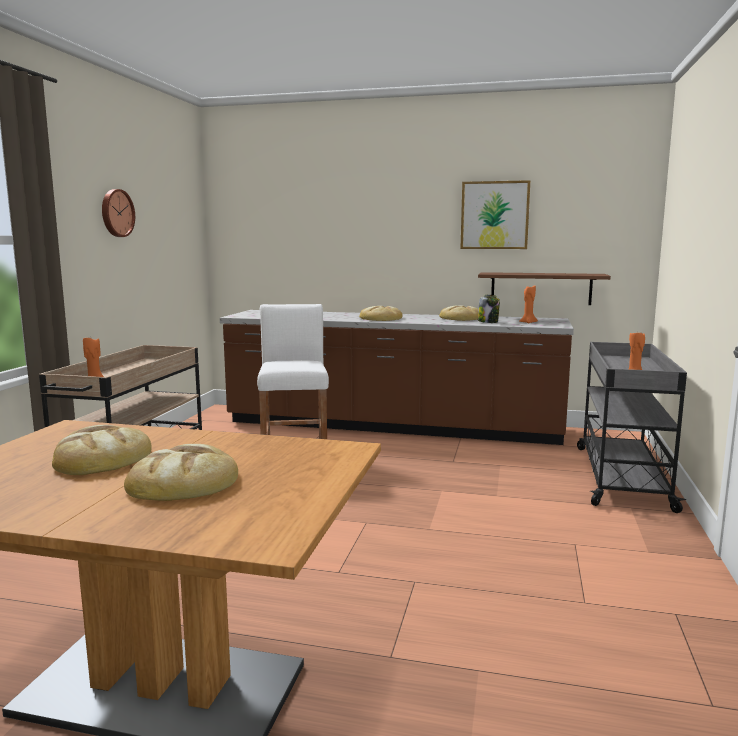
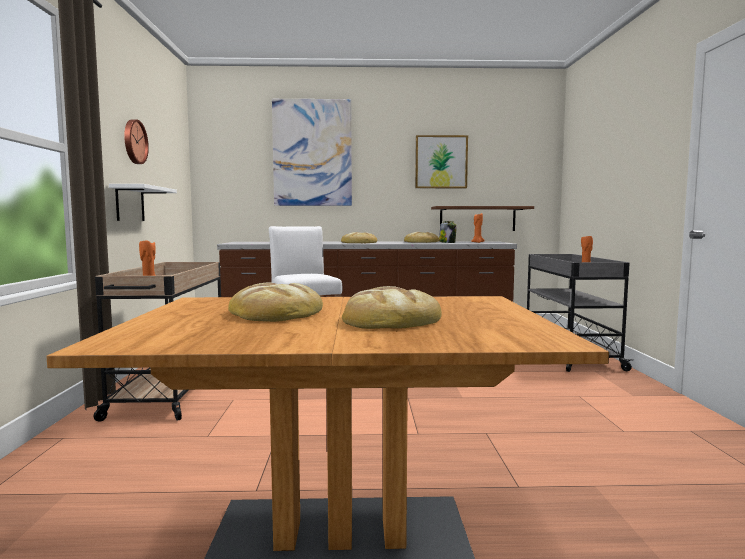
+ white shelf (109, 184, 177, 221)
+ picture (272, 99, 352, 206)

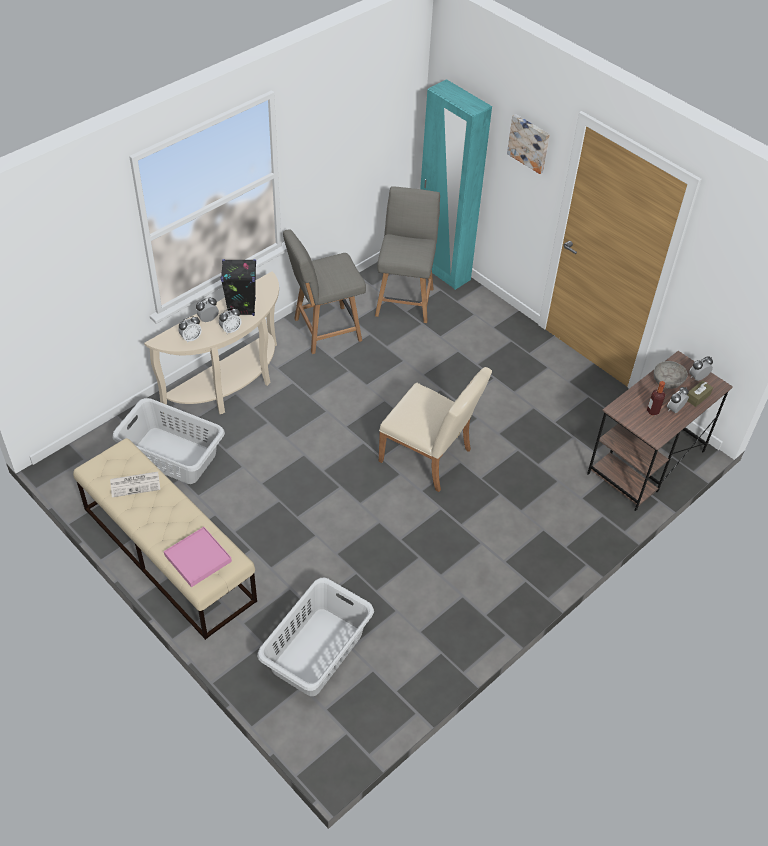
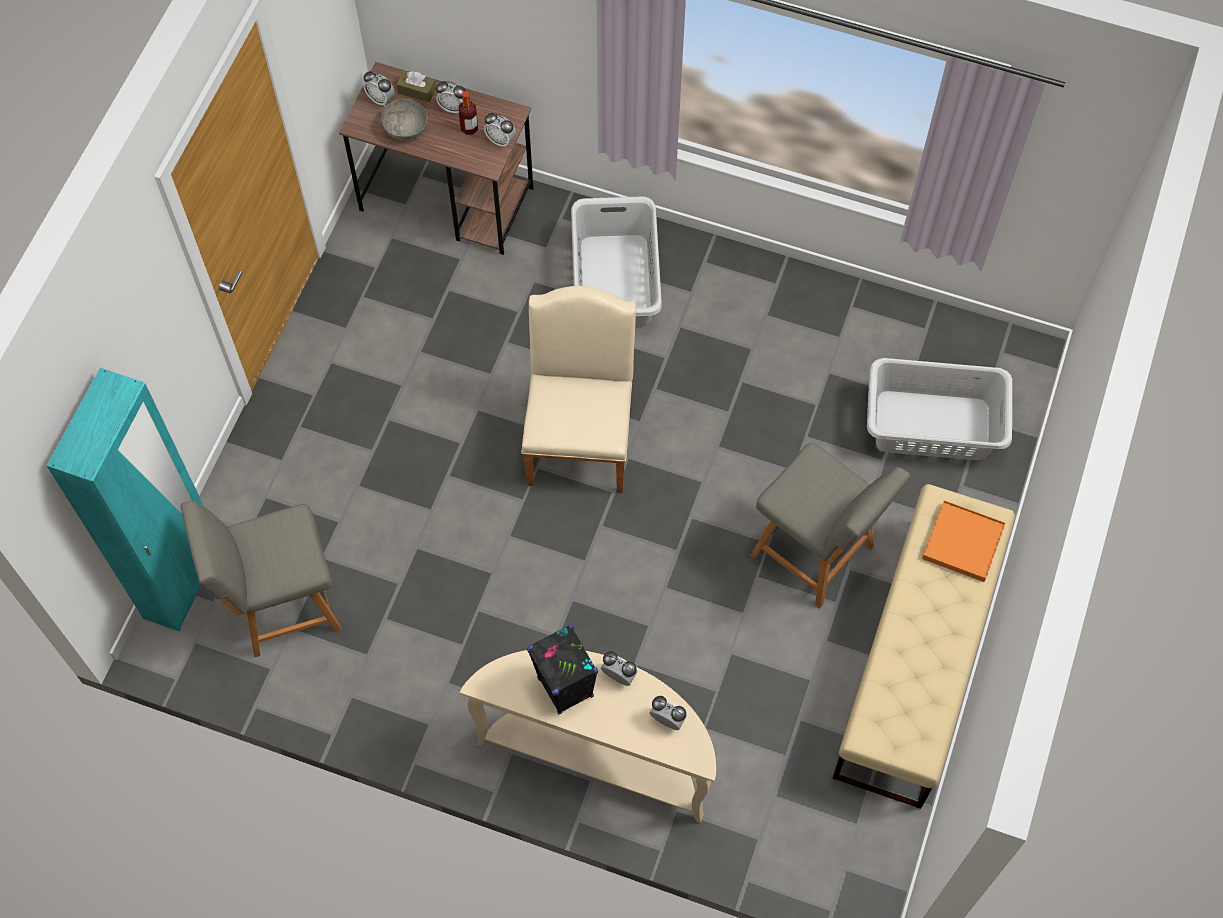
- newspaper (110, 472, 160, 498)
~ grey laundry basket (113, 398, 225, 484) to (571, 196, 662, 327)
~ pink tray (164, 527, 232, 587) to orange tray (922, 500, 1006, 582)
~ alarm clock (196, 297, 219, 322) to (484, 113, 516, 148)
~ grey chair (283, 229, 366, 354) to (751, 443, 910, 609)
- picture (507, 114, 550, 174)

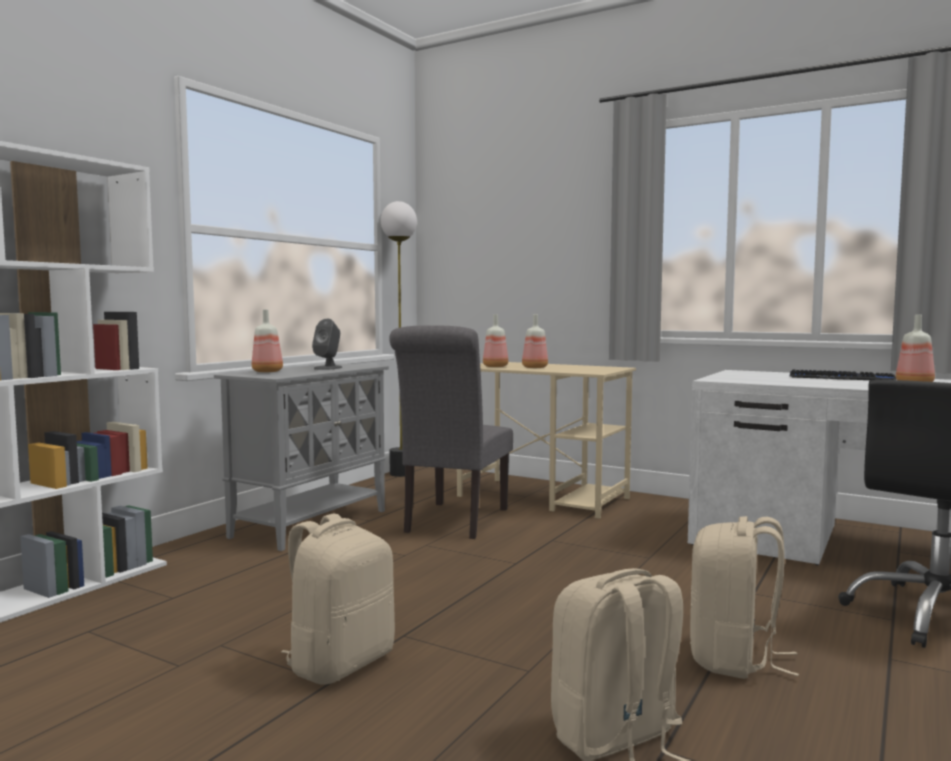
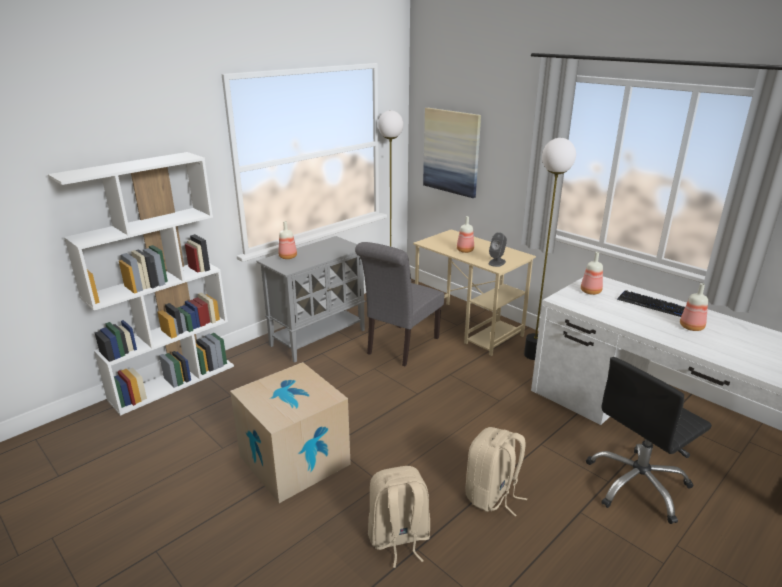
~ beige backpack (281, 513, 395, 685) to cardboard box (230, 362, 351, 503)
~ grey speaker (312, 319, 342, 370) to (488, 232, 507, 267)
~ bottle (483, 314, 508, 367) to (581, 252, 603, 295)
+ picture (423, 108, 481, 198)
+ floor lamp (524, 138, 576, 360)

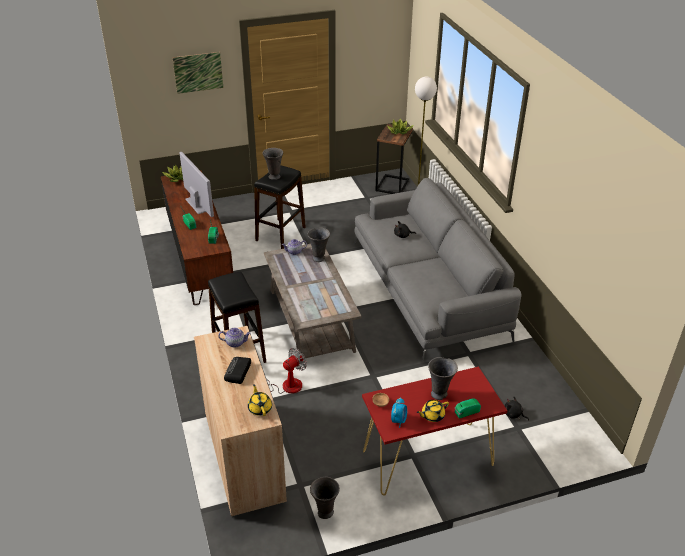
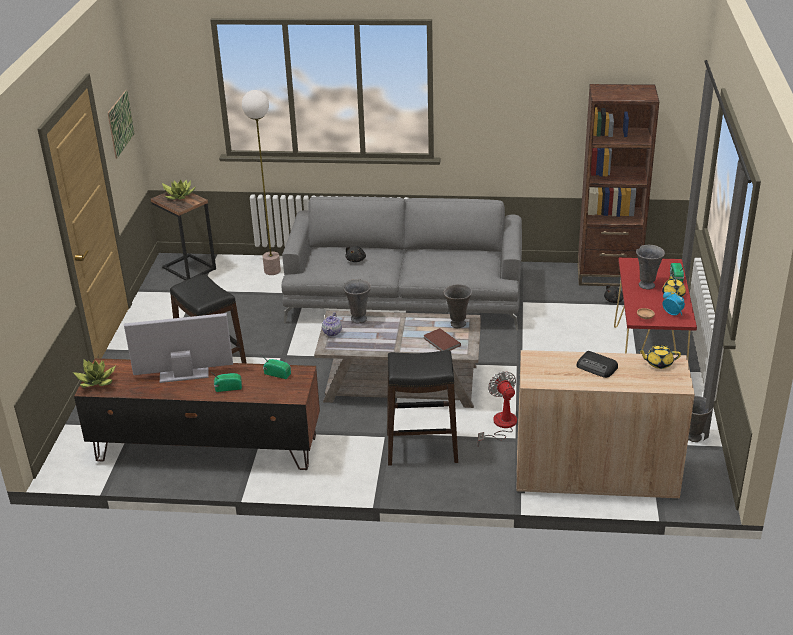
~ picture (172, 52, 223, 94) to (108, 90, 135, 159)
- teapot (218, 328, 251, 348)
~ grey vase (262, 148, 283, 180) to (443, 284, 472, 328)
+ brown book (423, 328, 461, 351)
+ brown bookcase (577, 84, 659, 287)

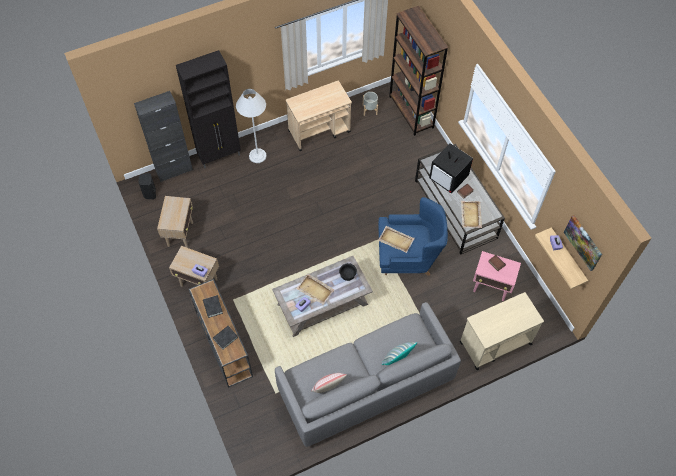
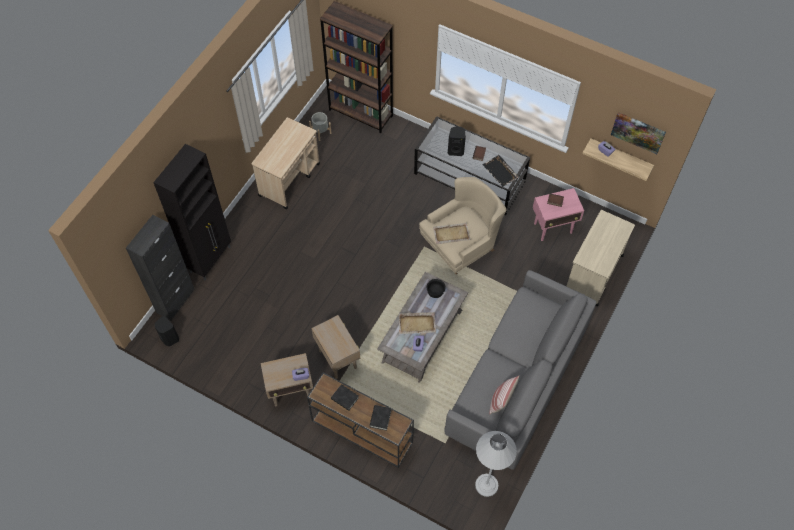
~ beige side table (157, 196, 193, 248) to (311, 315, 360, 379)
~ white floor lamp (236, 89, 266, 163) to (475, 431, 517, 497)
~ blue armchair (378, 197, 448, 275) to beige armchair (419, 177, 507, 274)
- pillow (382, 342, 417, 365)
~ television (429, 143, 473, 194) to black speaker (448, 127, 466, 156)
~ beige tray (461, 201, 482, 228) to black tray (482, 155, 519, 187)

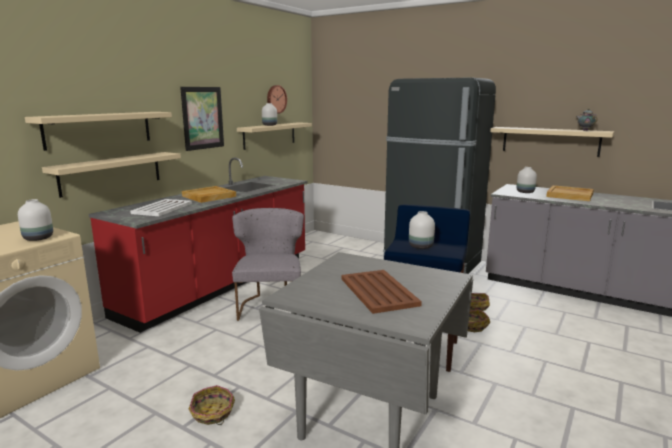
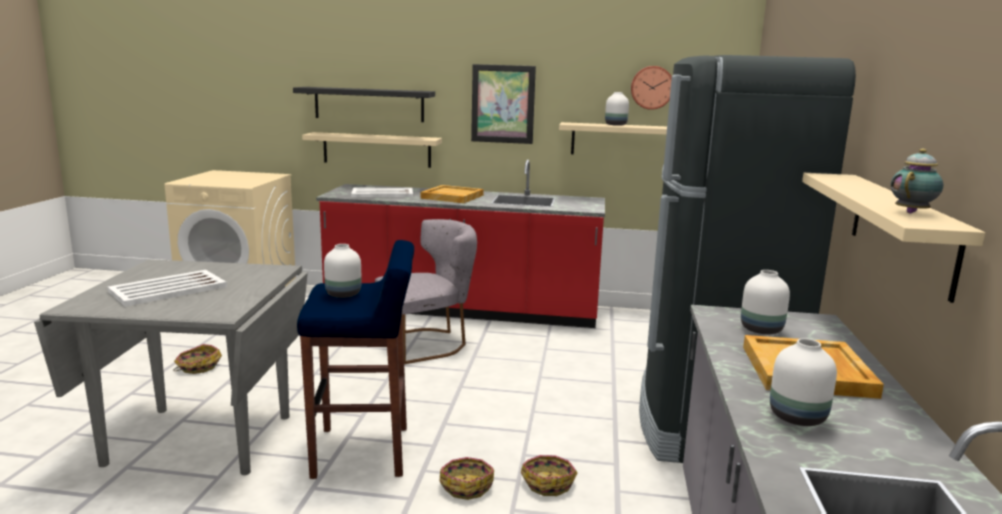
~ white vase (18, 199, 53, 241) to (770, 338, 837, 426)
~ beige shelf (25, 112, 172, 151) to black shelf (293, 87, 435, 122)
~ brown tray (341, 270, 422, 314) to white tray (107, 270, 227, 307)

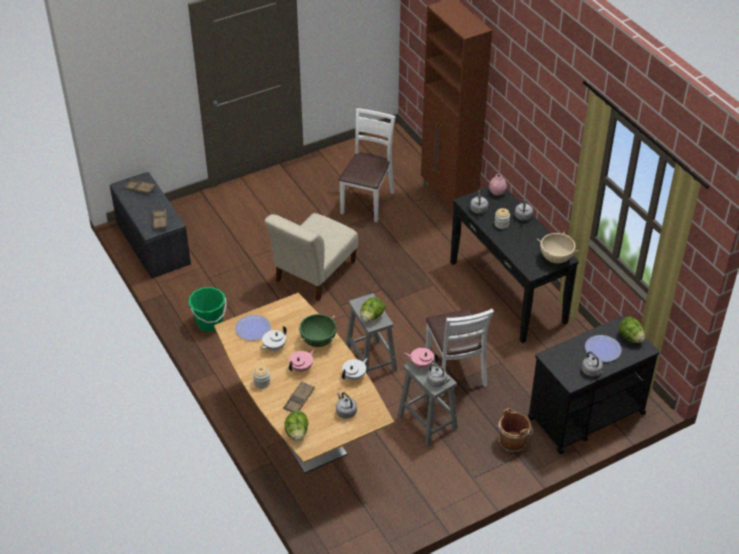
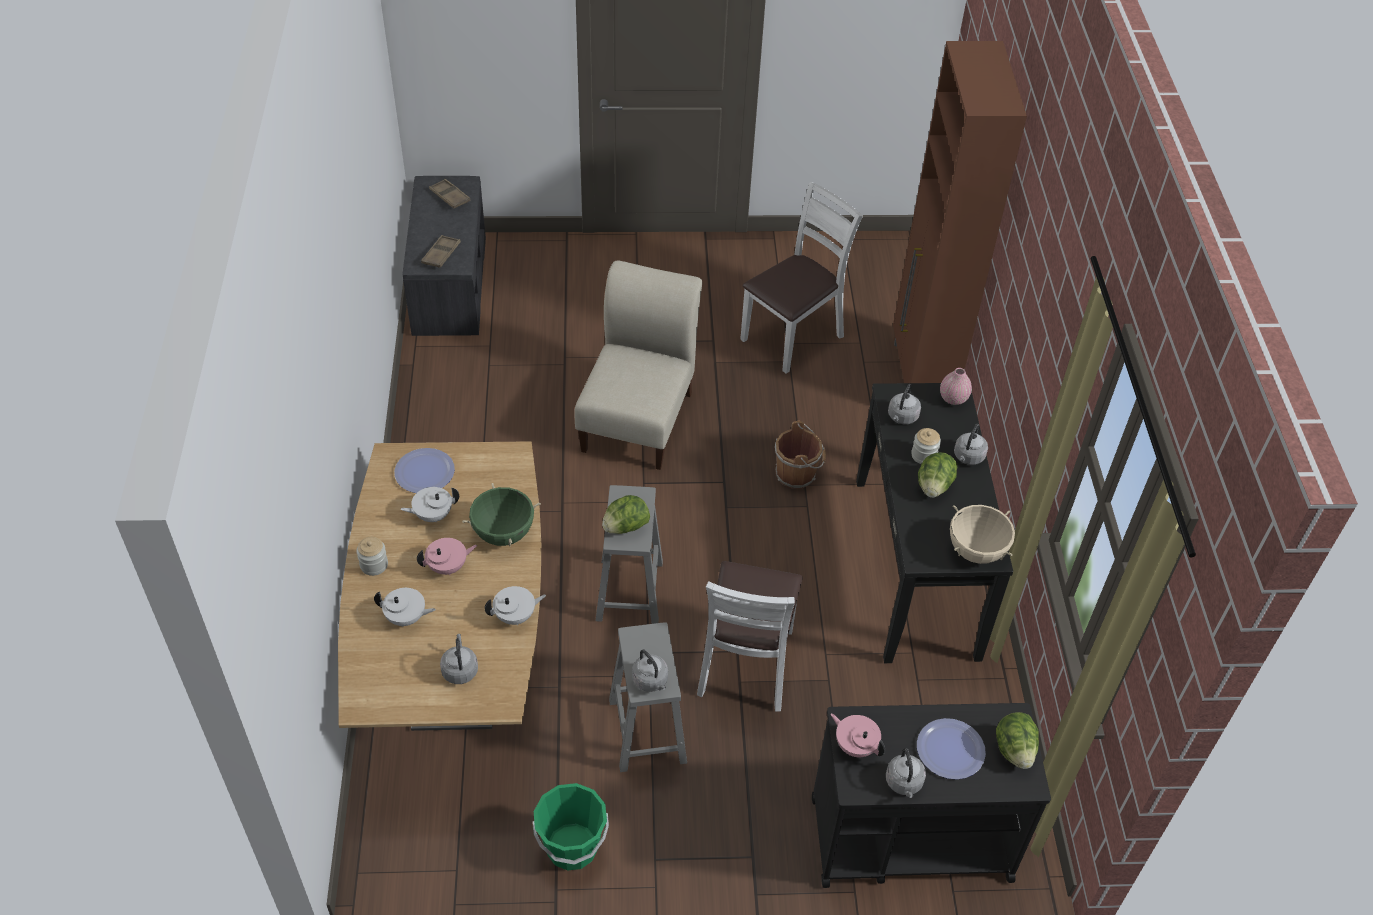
~ green bucket (189, 287, 227, 332) to (533, 783, 609, 871)
~ beige chair (265, 213, 358, 301) = (574, 260, 702, 470) 135 degrees clockwise
~ brown tray (283, 381, 315, 412) to white teapot (374, 588, 436, 627)
~ lettuce (285, 411, 309, 442) to (918, 452, 957, 498)
~ pink teapot (405, 348, 439, 368) to (831, 713, 885, 757)
~ brown bucket (497, 408, 533, 453) to (775, 421, 826, 489)

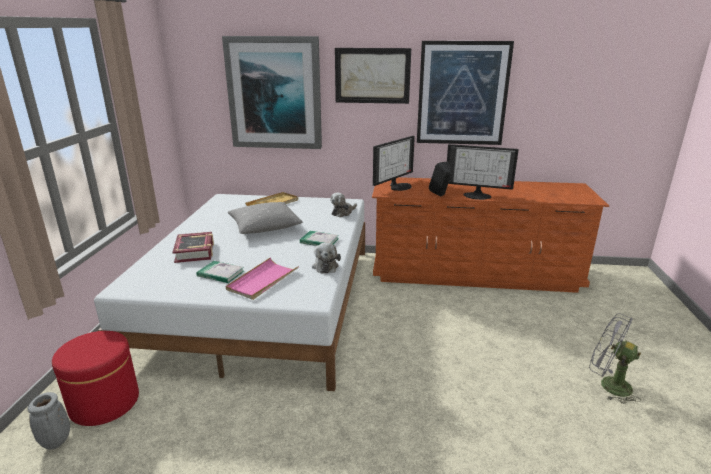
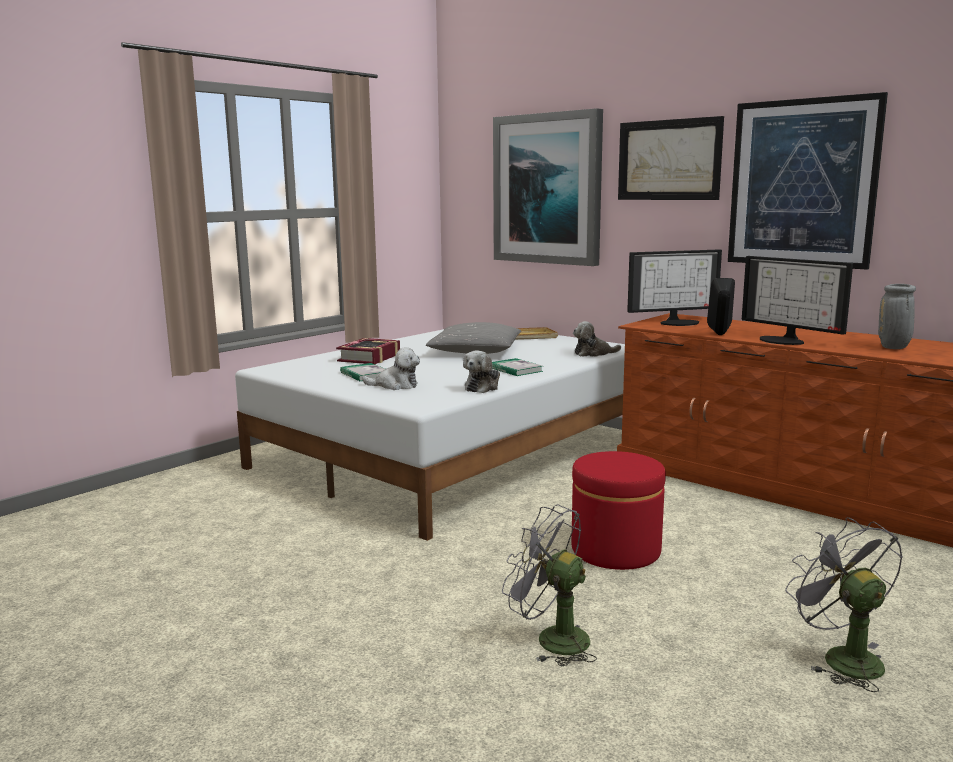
~ grey vase (28, 392, 70, 450) to (878, 284, 916, 349)
~ red ottoman (52, 331, 139, 426) to (572, 451, 666, 570)
~ pink tray (226, 258, 299, 300) to plush toy (362, 347, 420, 390)
+ grey fan (502, 505, 597, 666)

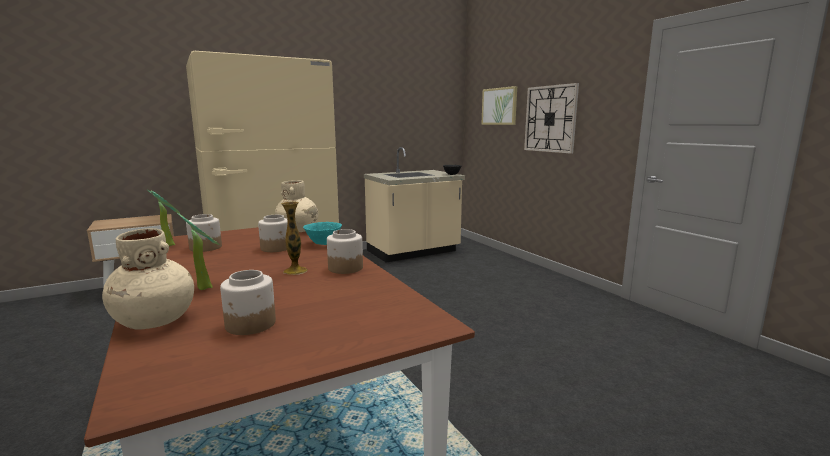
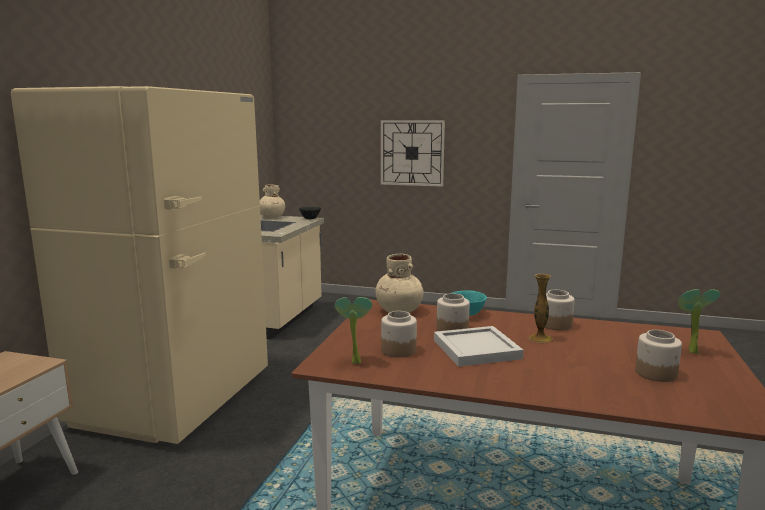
~ beige vase (102, 228, 194, 330) to (260, 184, 285, 218)
~ potted plant (177, 213, 220, 290) to (678, 289, 720, 354)
- picture (481, 86, 517, 125)
+ white tray (434, 326, 524, 367)

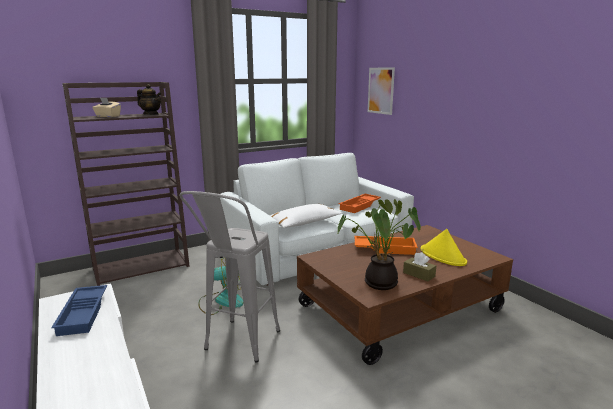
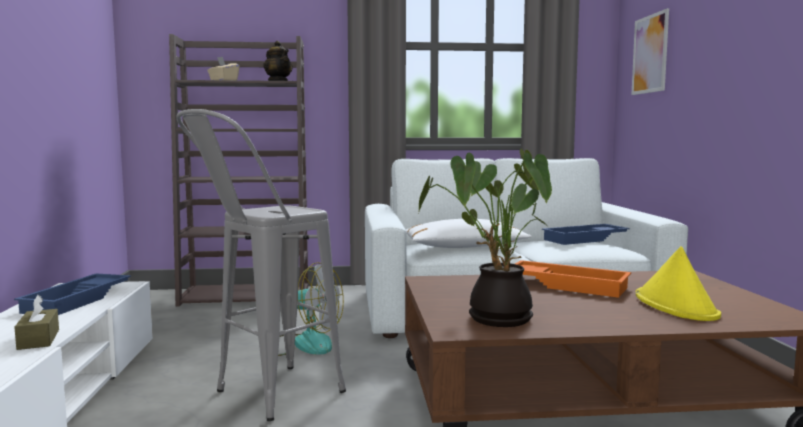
~ orange tray (339, 194, 381, 213) to blue tray (542, 224, 630, 245)
~ brown tissue box (403, 252, 436, 281) to (14, 295, 59, 350)

